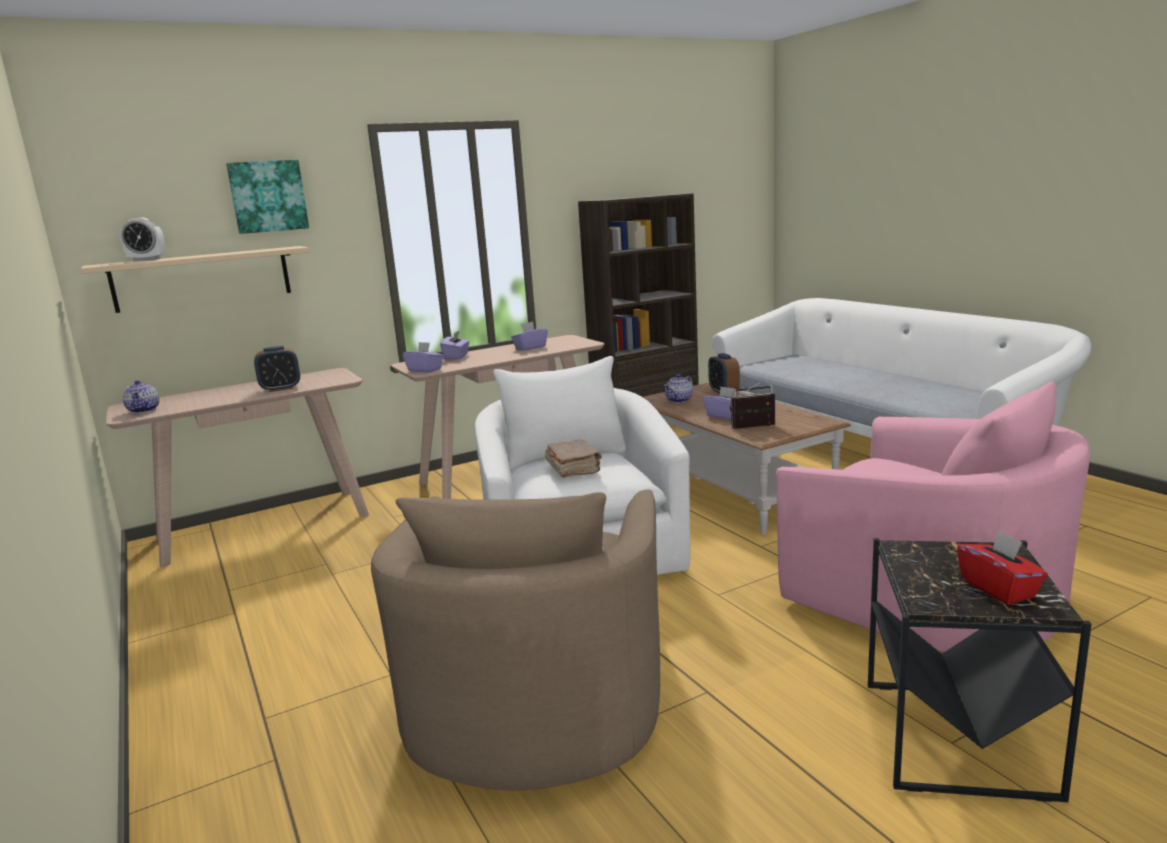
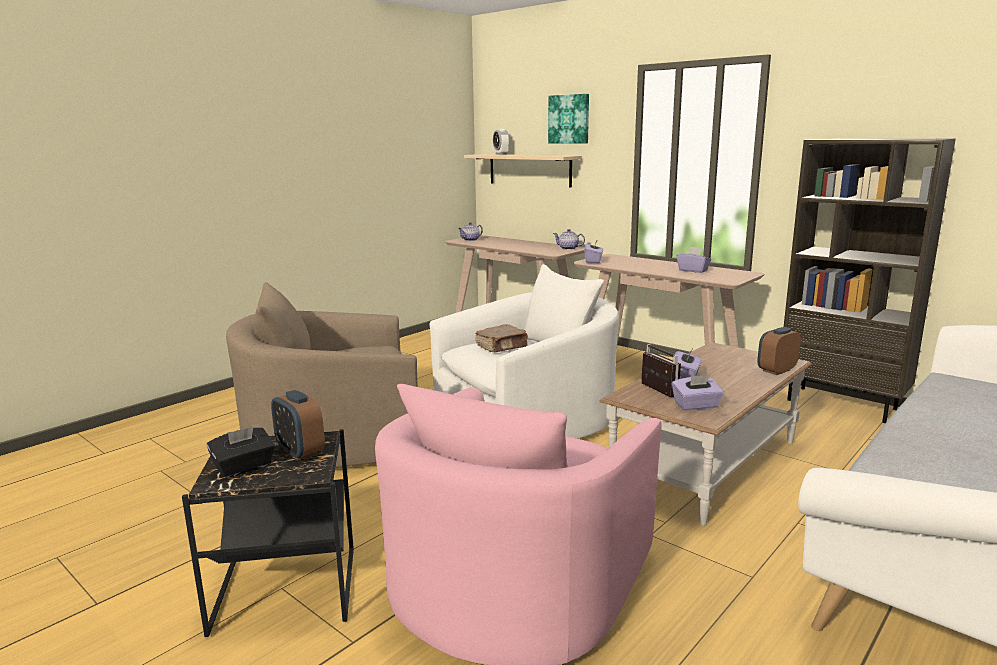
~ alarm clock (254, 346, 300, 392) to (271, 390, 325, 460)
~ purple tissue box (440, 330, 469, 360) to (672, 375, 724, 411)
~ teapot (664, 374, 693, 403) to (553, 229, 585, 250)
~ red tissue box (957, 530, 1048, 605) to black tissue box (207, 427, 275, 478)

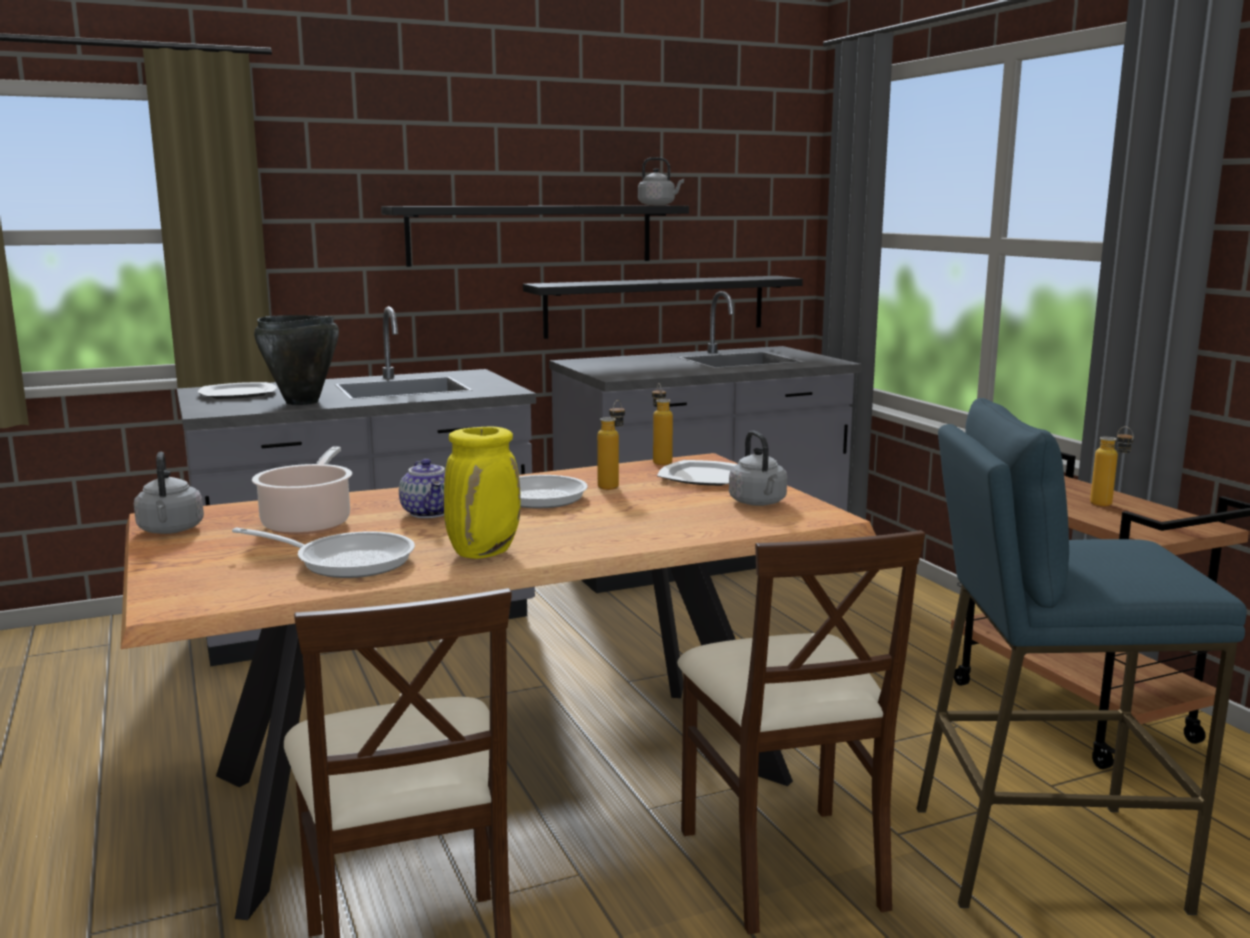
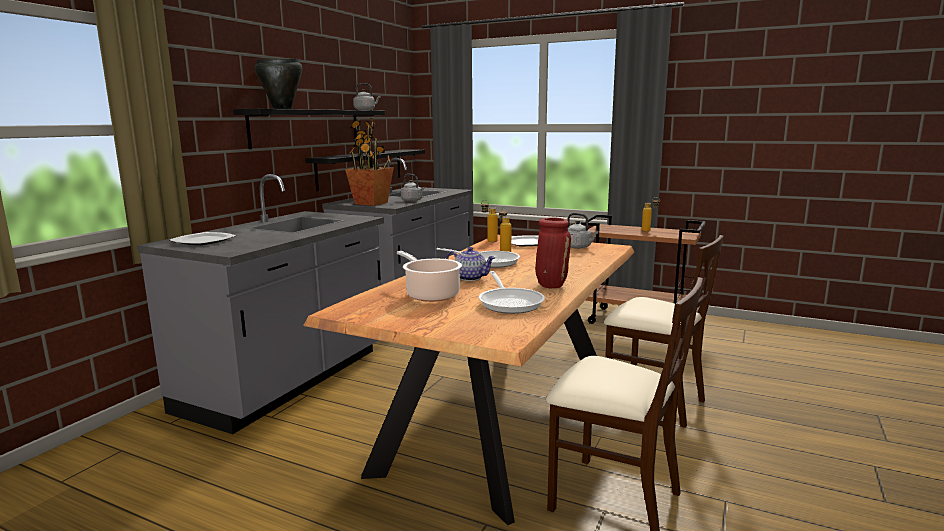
~ grey kettle (134, 452, 204, 534) to (401, 174, 425, 202)
~ frying pan (232, 528, 415, 578) = (479, 271, 545, 314) 105 degrees clockwise
~ black cooking pot (254, 315, 339, 405) to (255, 59, 302, 109)
~ yellow vase (444, 427, 521, 559) to red vase (535, 217, 571, 288)
- blue stool (916, 398, 1247, 915)
+ potted plant (345, 118, 393, 206)

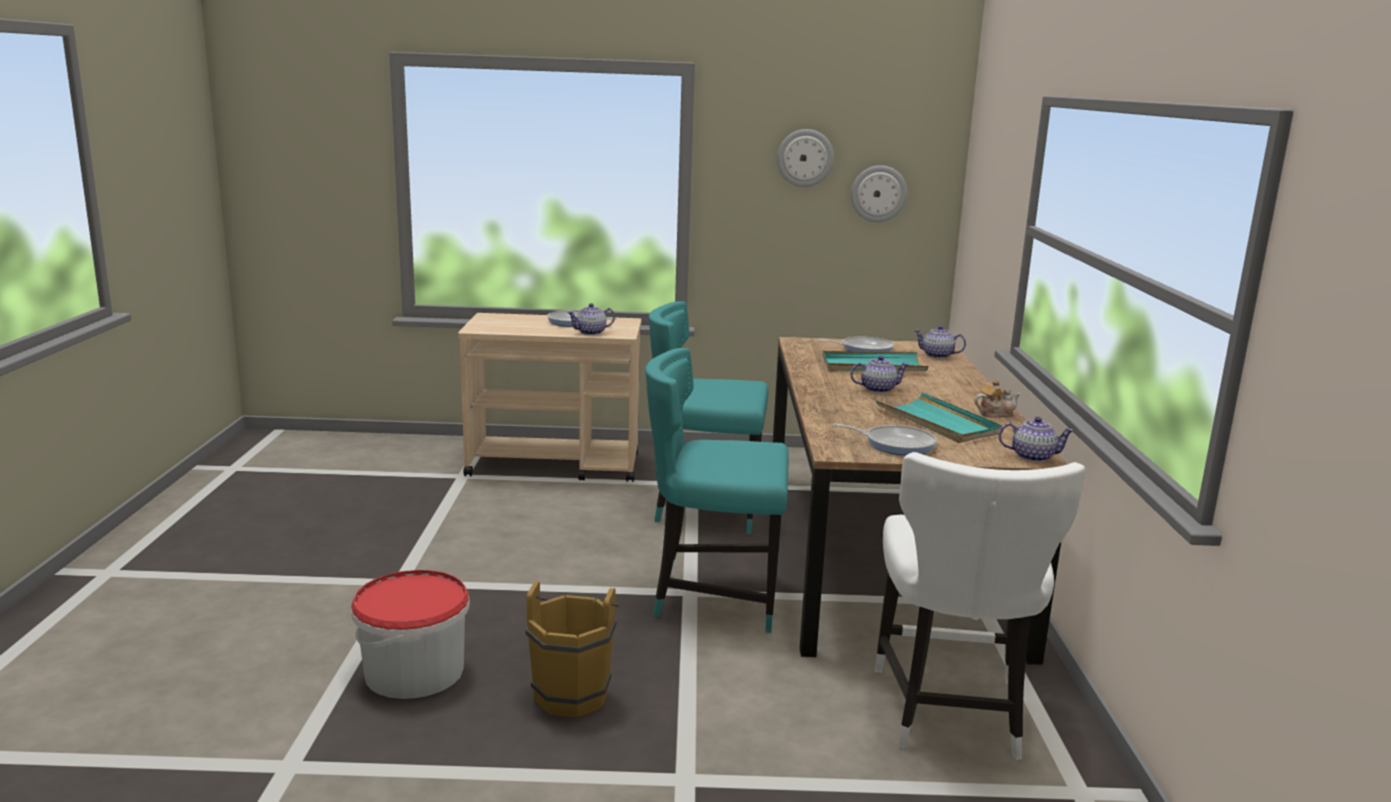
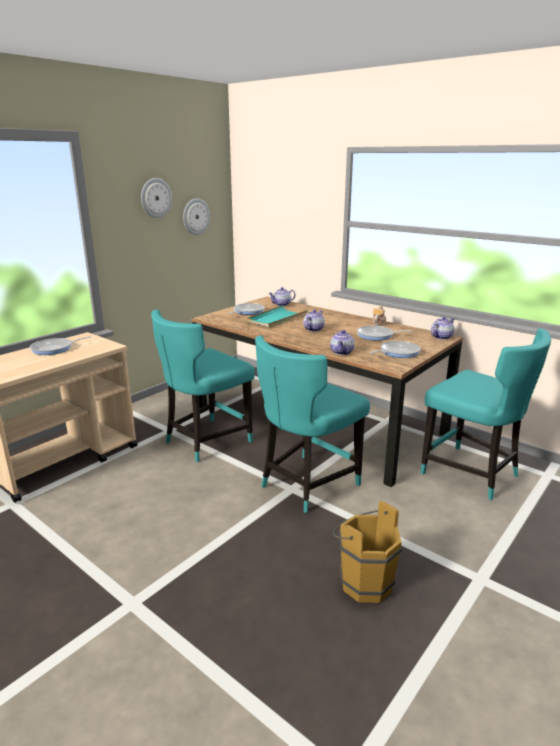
- bucket (351, 570, 470, 699)
~ teapot (567, 303, 615, 335) to (330, 330, 355, 355)
~ white chair (875, 452, 1086, 760) to turquoise chair (420, 328, 551, 500)
~ turquoise tray (876, 392, 1003, 443) to frying pan (357, 326, 412, 341)

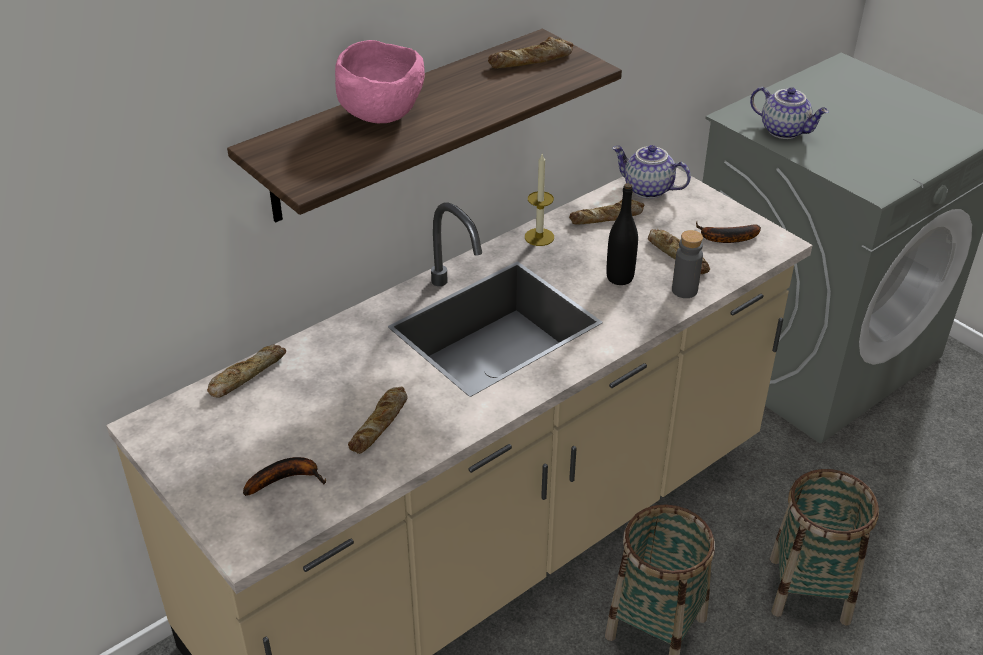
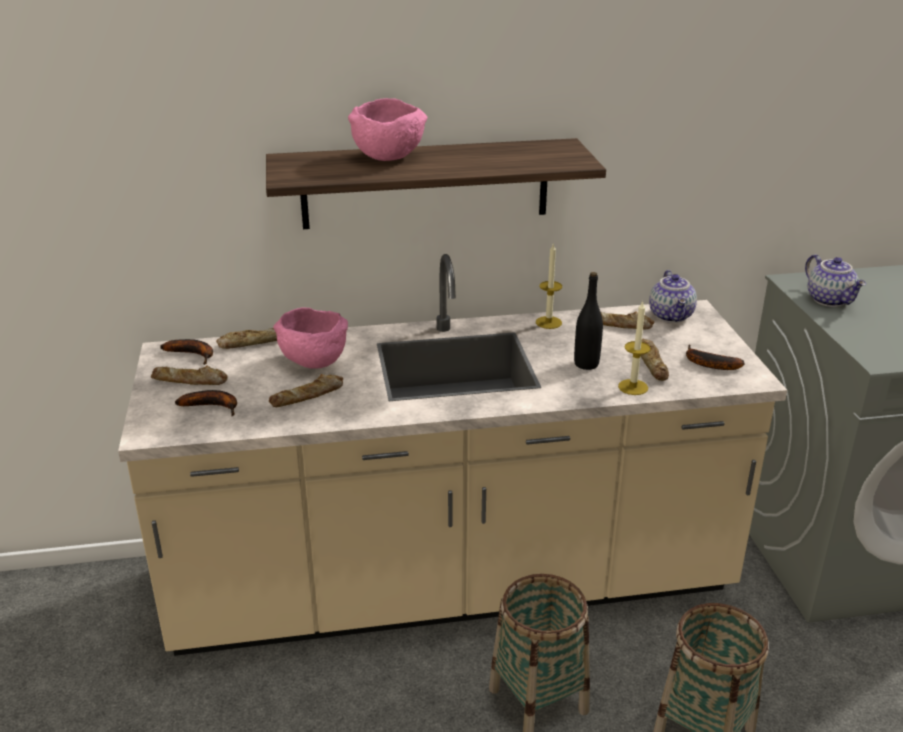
~ bread (488, 37, 574, 69) to (151, 365, 227, 385)
~ teapot (612, 145, 691, 199) = (649, 270, 697, 323) 150 degrees counterclockwise
~ grey bottle (672, 230, 703, 298) to candle (618, 300, 651, 395)
+ banana (160, 339, 213, 365)
+ pink bowl (273, 307, 348, 369)

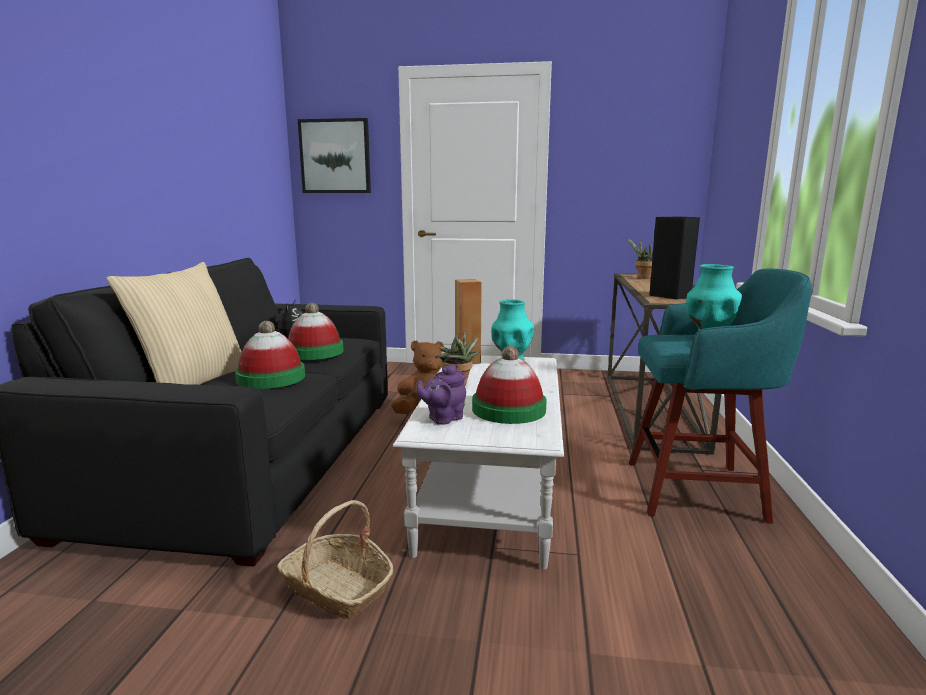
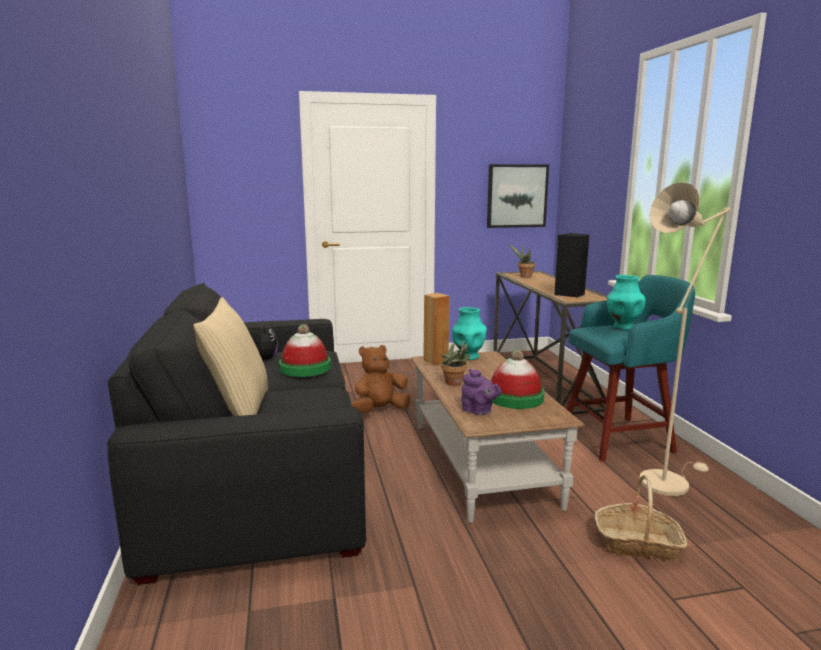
- hat (235, 321, 305, 389)
~ basket (277, 500, 393, 619) to (595, 475, 688, 562)
~ picture (298, 118, 371, 193) to (487, 164, 549, 228)
~ white coffee table (393, 355, 564, 569) to brown coffee table (411, 351, 585, 523)
~ purple teapot (416, 364, 466, 425) = (461, 369, 502, 415) 75 degrees counterclockwise
+ beige floor lamp (639, 182, 734, 496)

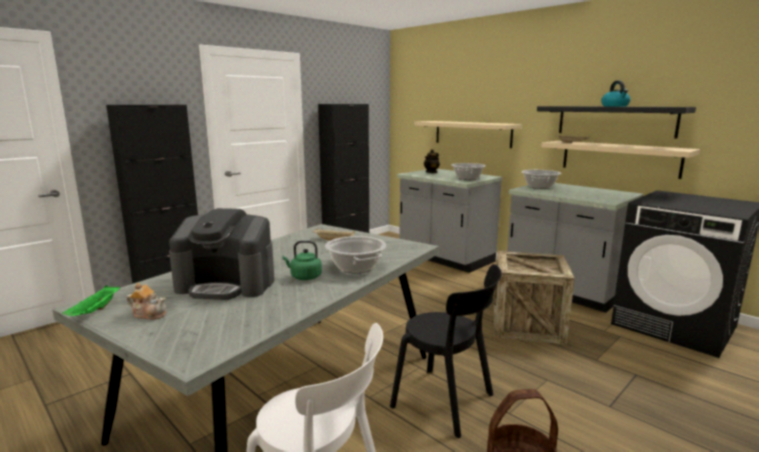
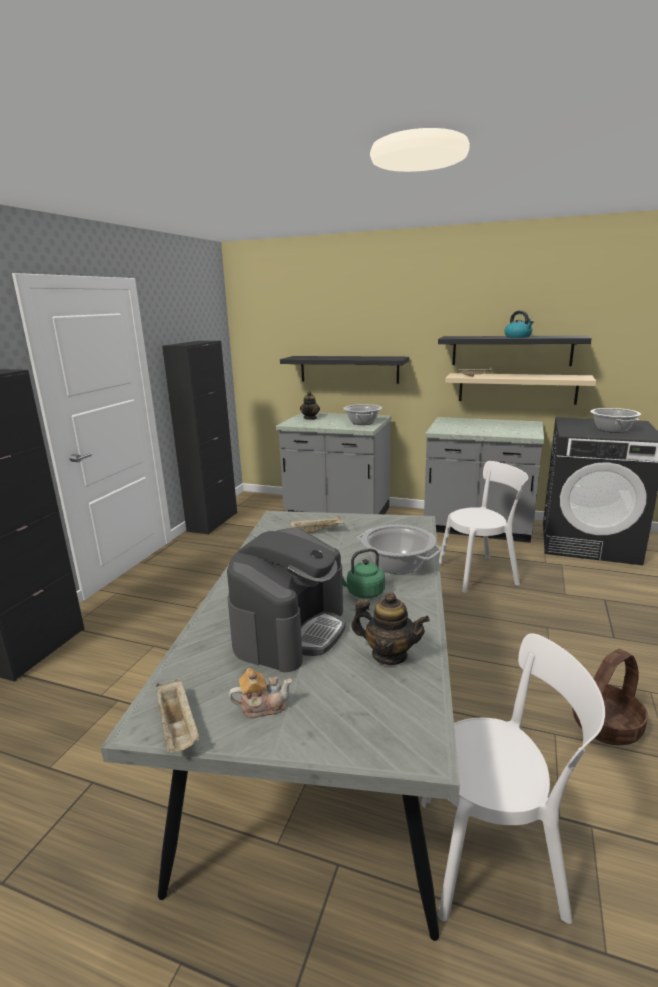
~ green tray (62, 285, 120, 316) to beige tray (156, 679, 199, 753)
~ coffee machine (169, 208, 275, 300) = (227, 528, 346, 672) 45 degrees counterclockwise
- black chair (390, 264, 502, 438)
~ beige shelf (414, 121, 522, 148) to black shelf (280, 356, 409, 384)
~ crate (494, 251, 575, 345) to white chair (439, 461, 529, 593)
~ cooking pot (521, 170, 562, 189) to (590, 408, 641, 433)
+ teapot (351, 592, 430, 665)

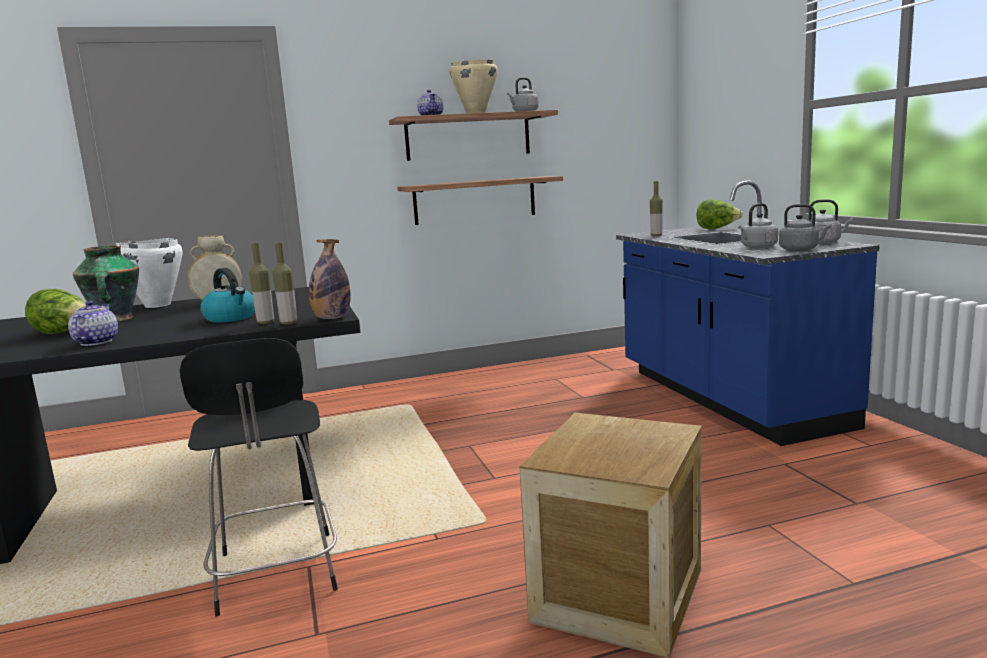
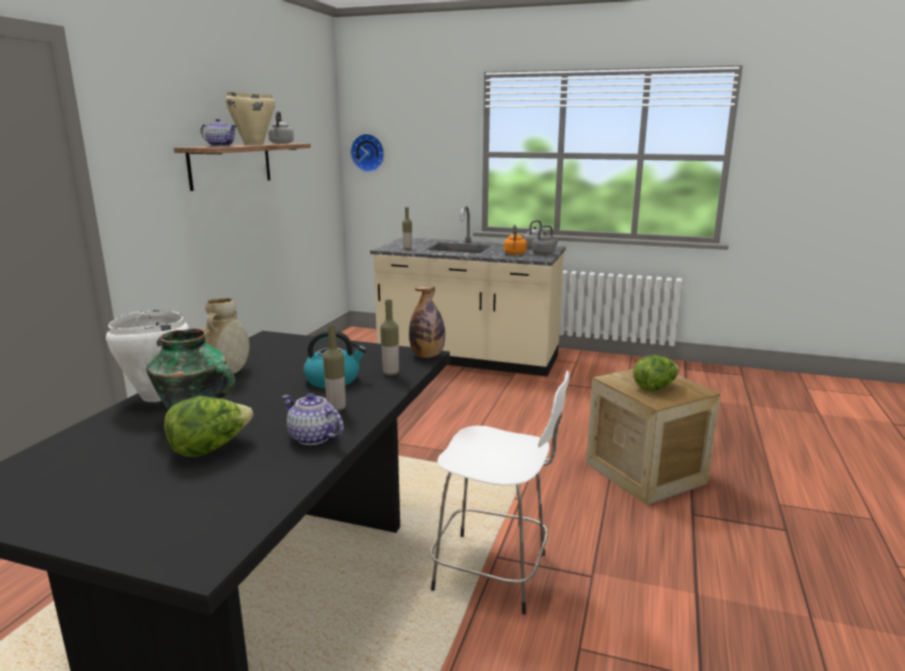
~ black stool (180, 338, 338, 616) to white stool (430, 371, 570, 615)
~ bottle (273, 242, 297, 325) to (323, 325, 346, 412)
- shelf (397, 176, 563, 225)
~ blue counter (616, 180, 880, 446) to beige counter (370, 206, 566, 377)
~ lettuce (697, 199, 743, 229) to (633, 355, 679, 391)
~ grey kettle (738, 203, 778, 248) to orange kettle (504, 225, 527, 255)
+ wall clock (351, 134, 384, 172)

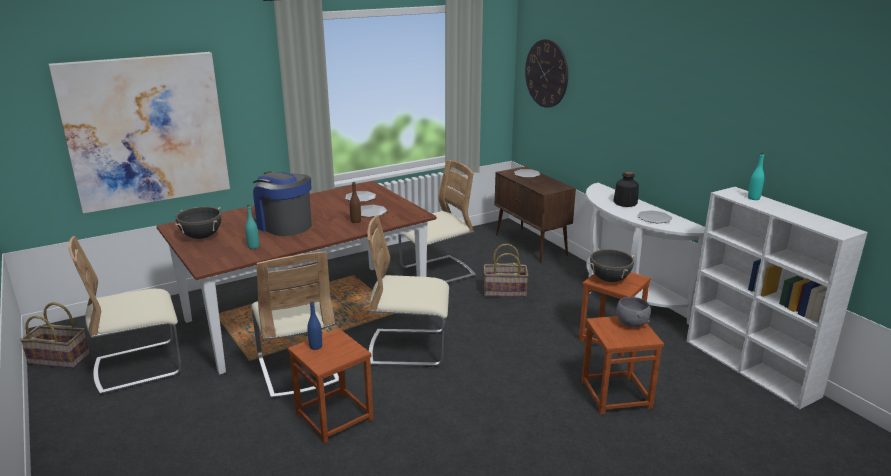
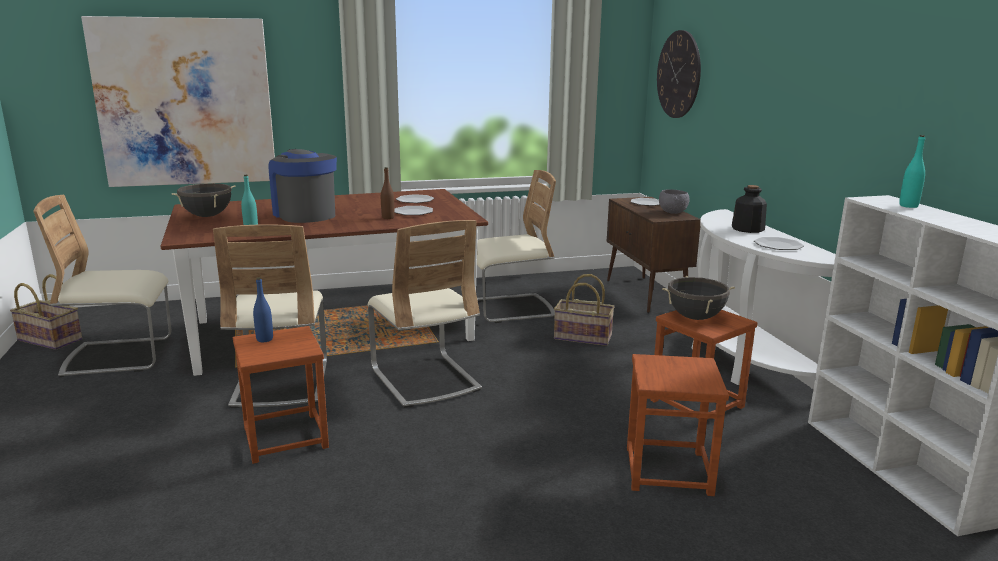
~ beige chair (367, 215, 449, 367) = (368, 220, 482, 408) 135 degrees counterclockwise
~ grey bowl (616, 297, 651, 327) to (659, 189, 690, 214)

